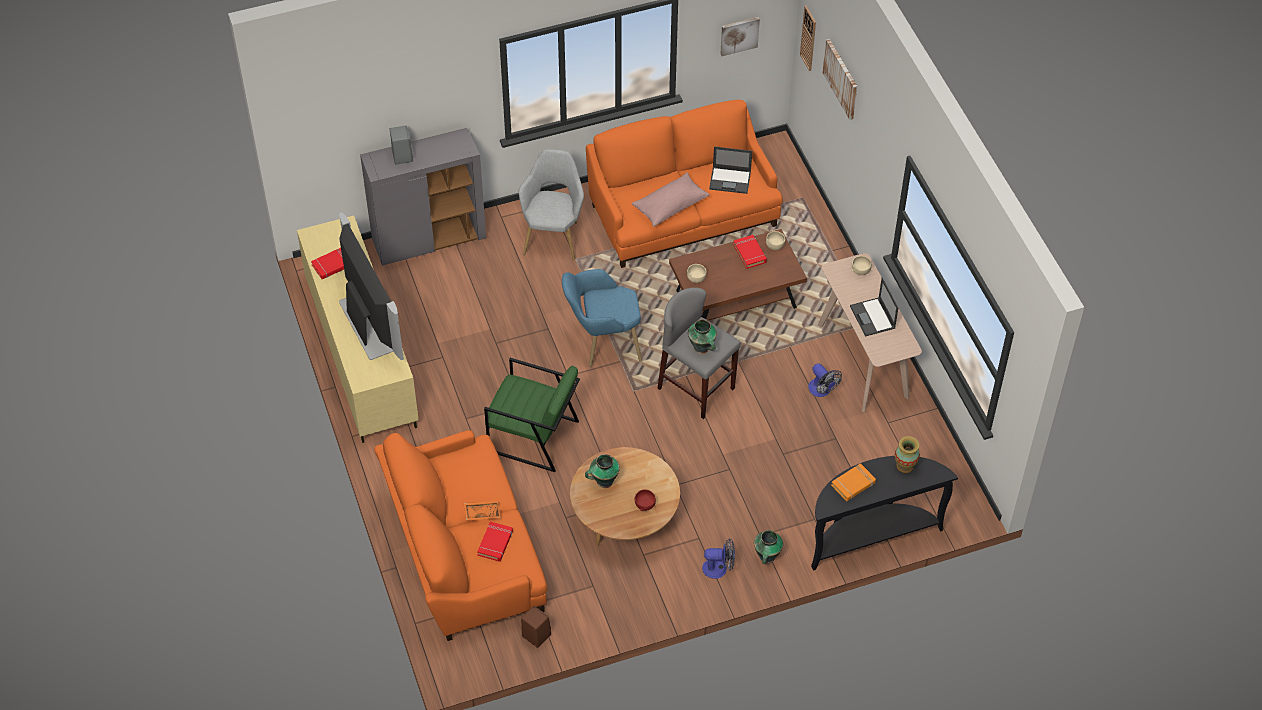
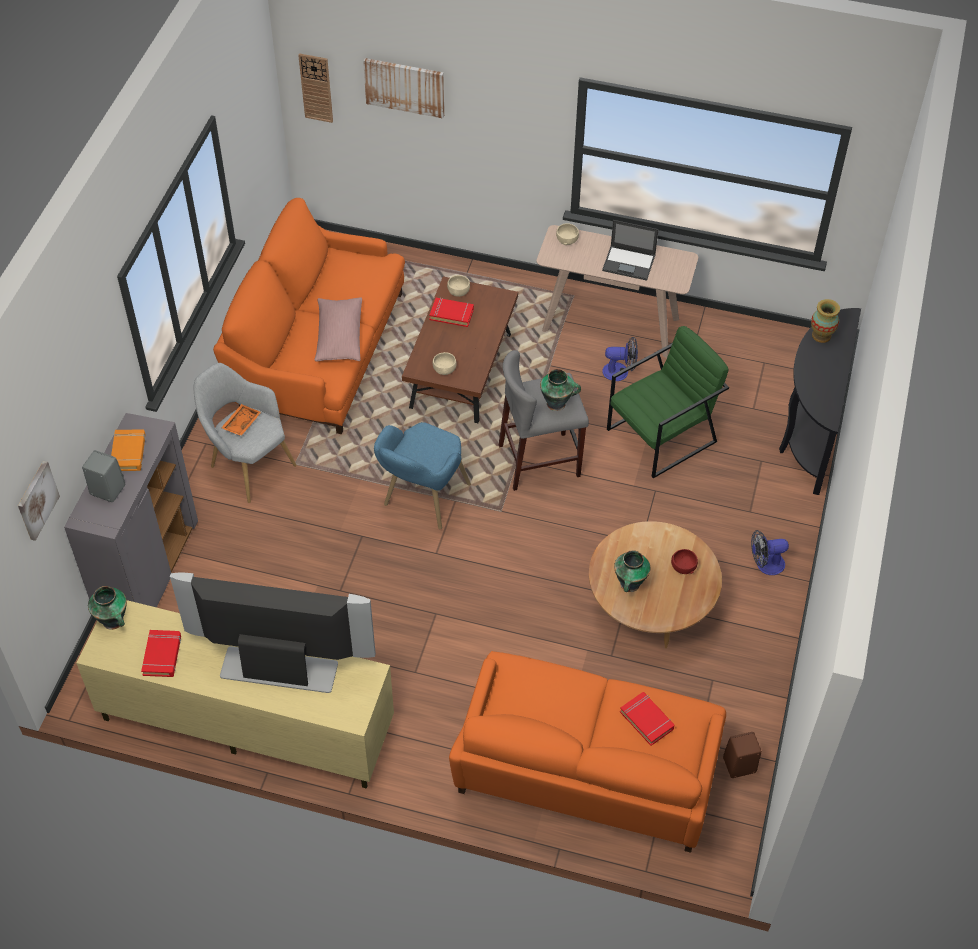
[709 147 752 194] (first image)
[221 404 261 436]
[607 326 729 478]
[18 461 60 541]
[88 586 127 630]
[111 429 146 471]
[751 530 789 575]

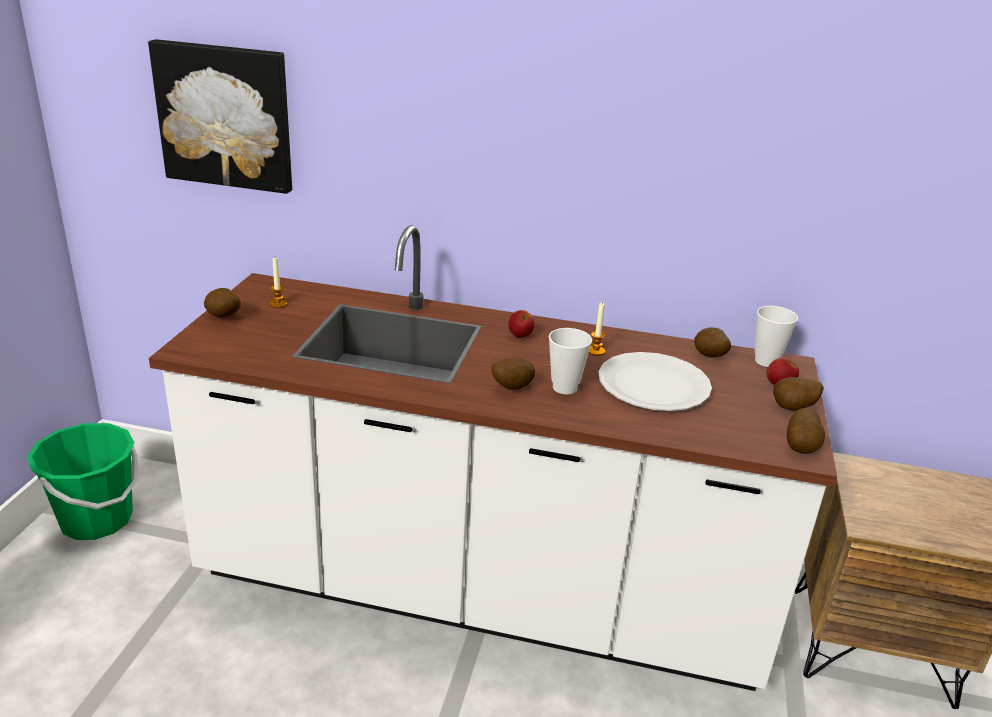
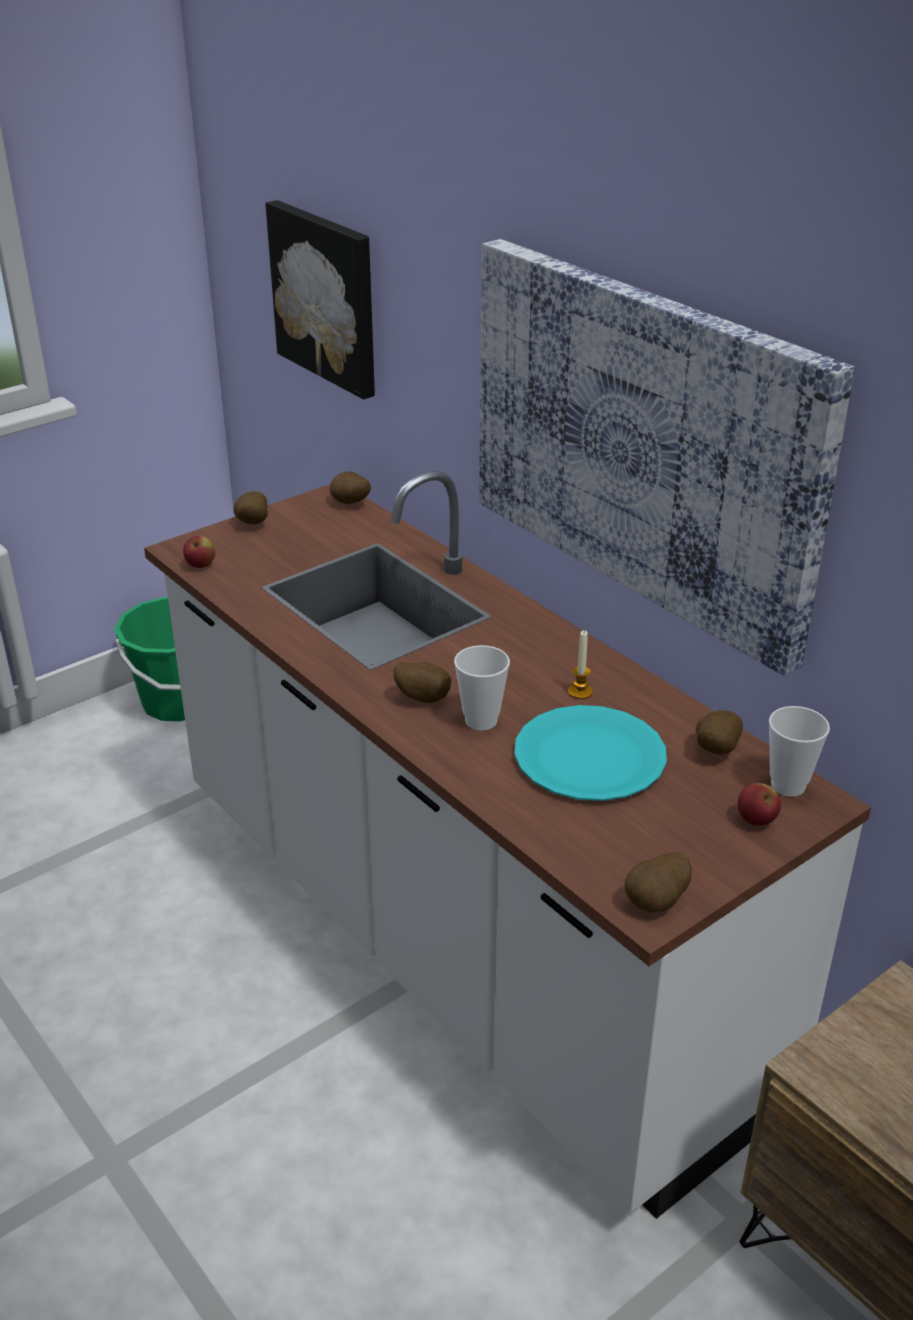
[269 258 287 308] (first image)
[479 239 855 676]
[183 536 216 568]
[330 471 371 504]
[514 705 667 801]

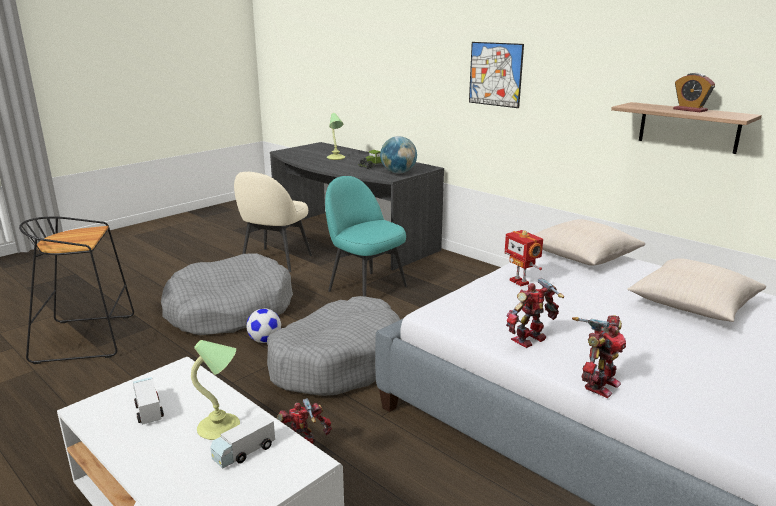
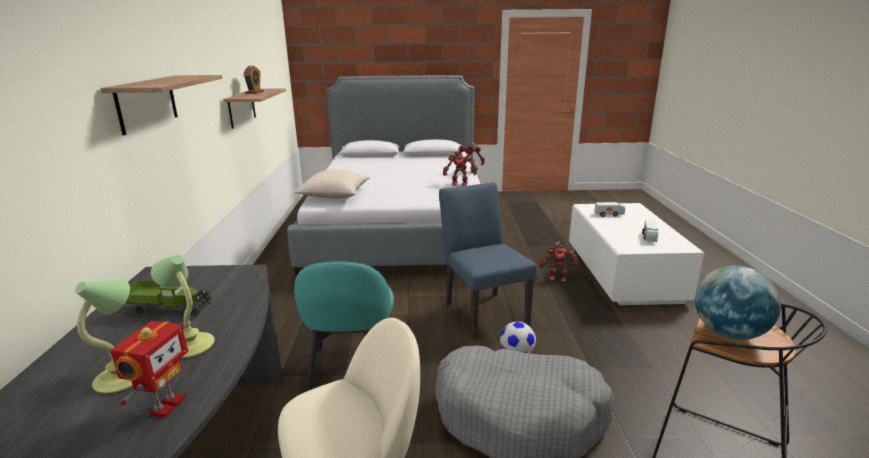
[627 258 766 322] (first image)
[151 255 215 358]
[695 266 781 340]
[110 321 188 418]
[439 182 537 339]
[100 75 222 135]

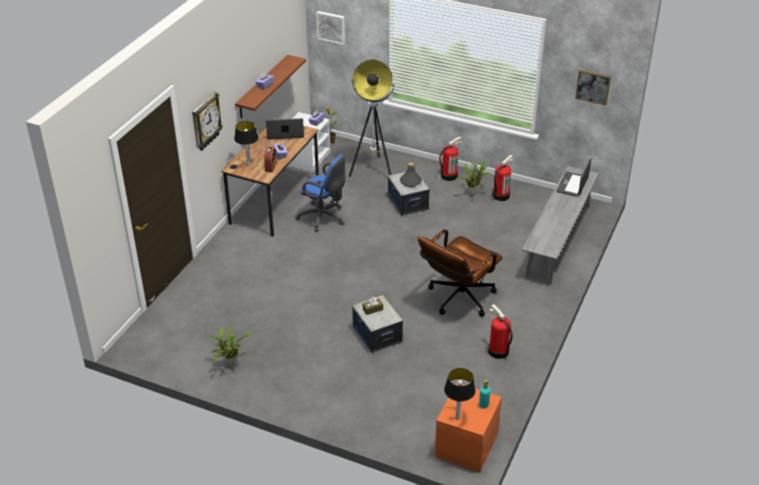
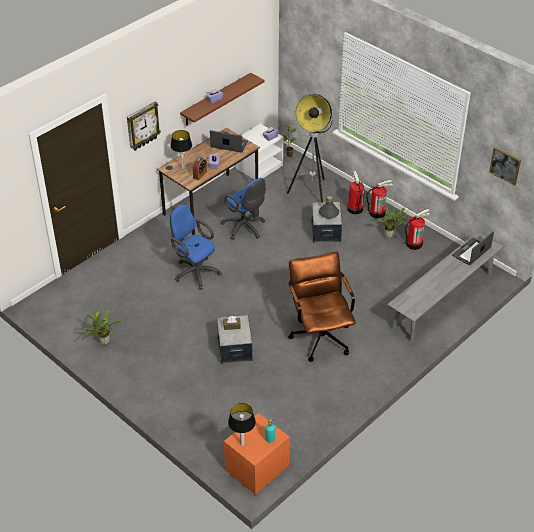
[316 11 345 45] (first image)
[170 204 222 290]
[347 171 364 214]
[288 252 356 362]

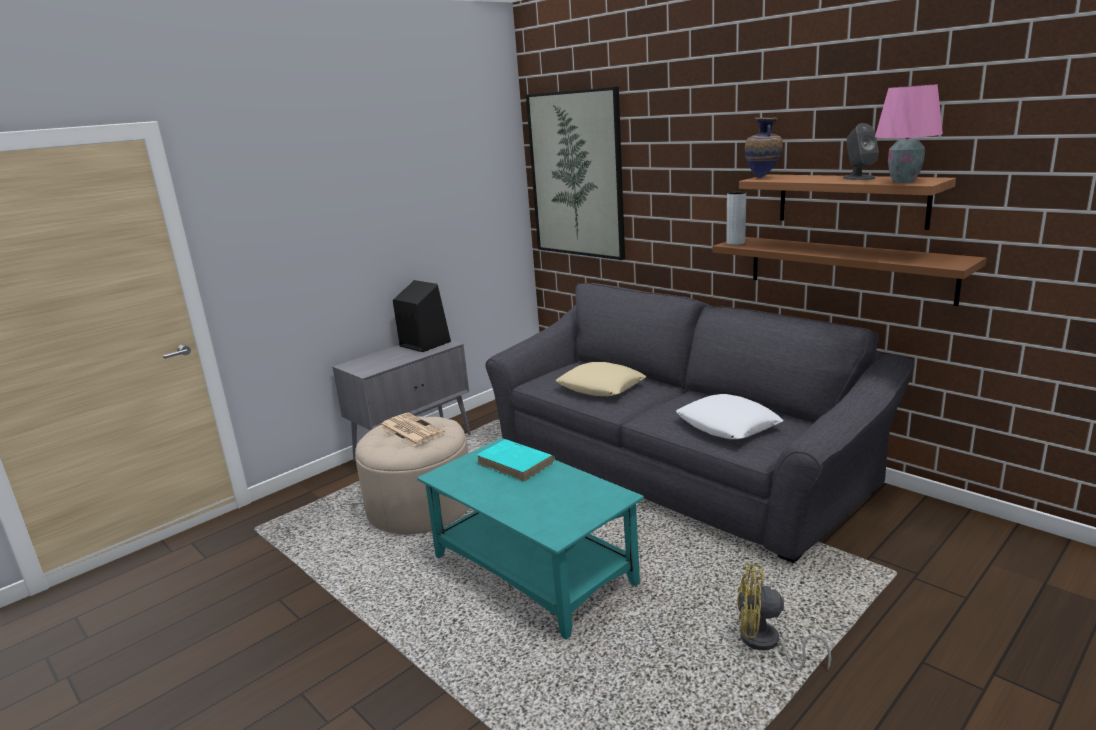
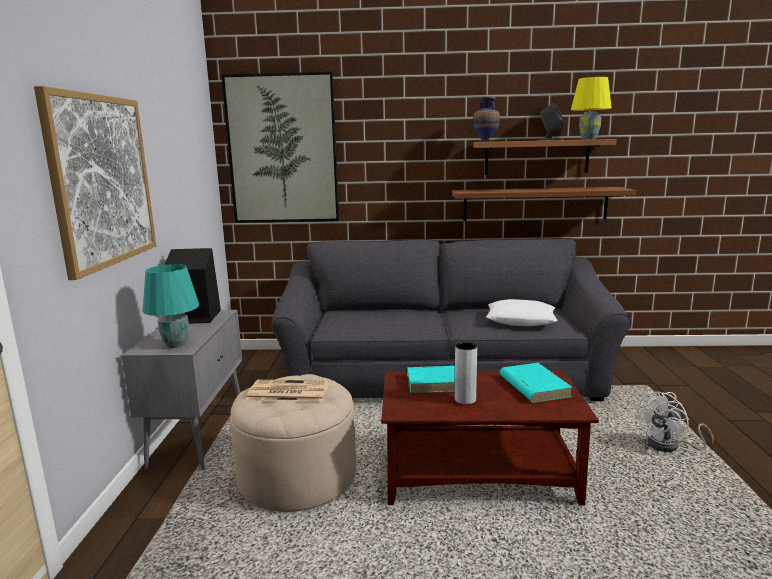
[556 362 646 396] (first image)
[34 86 156 280]
[142 264 199 348]
[500 363 573 403]
[455 342 477 404]
[381 370 599 506]
[635 392 714 452]
[571 77 612 139]

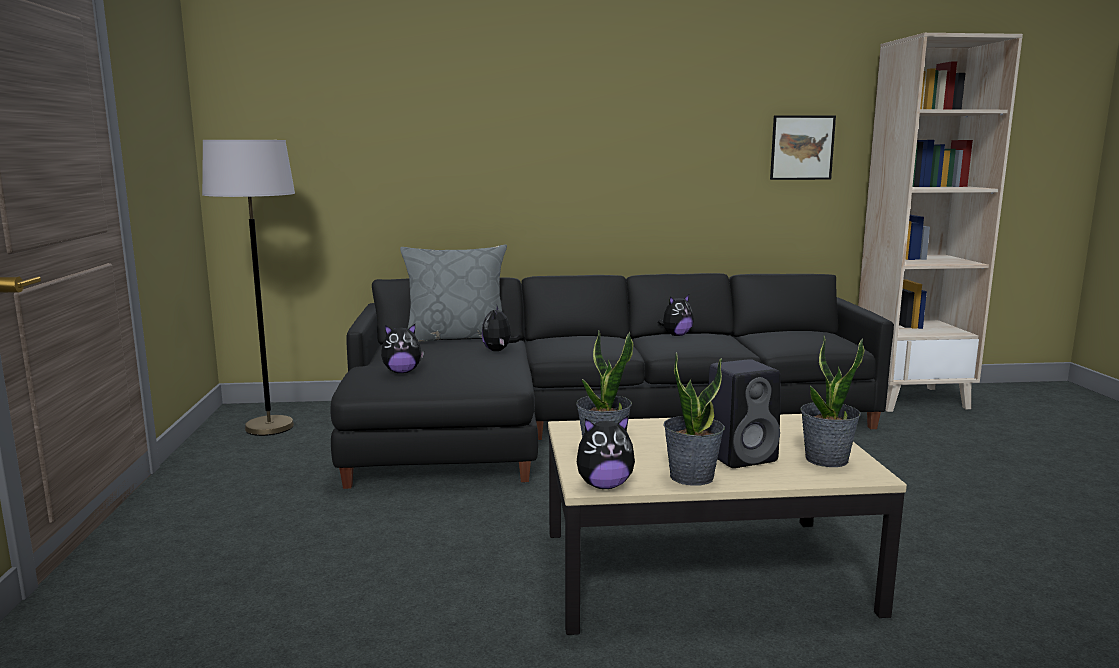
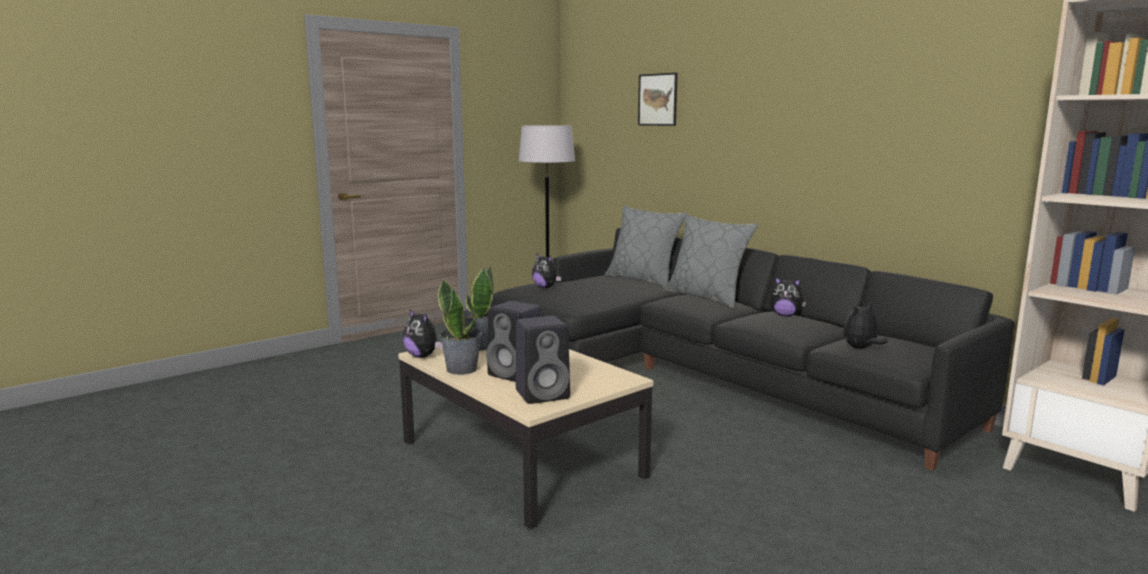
[664 214 758 309]
[843 302 888 349]
[638 73 678 126]
[516 316 570 404]

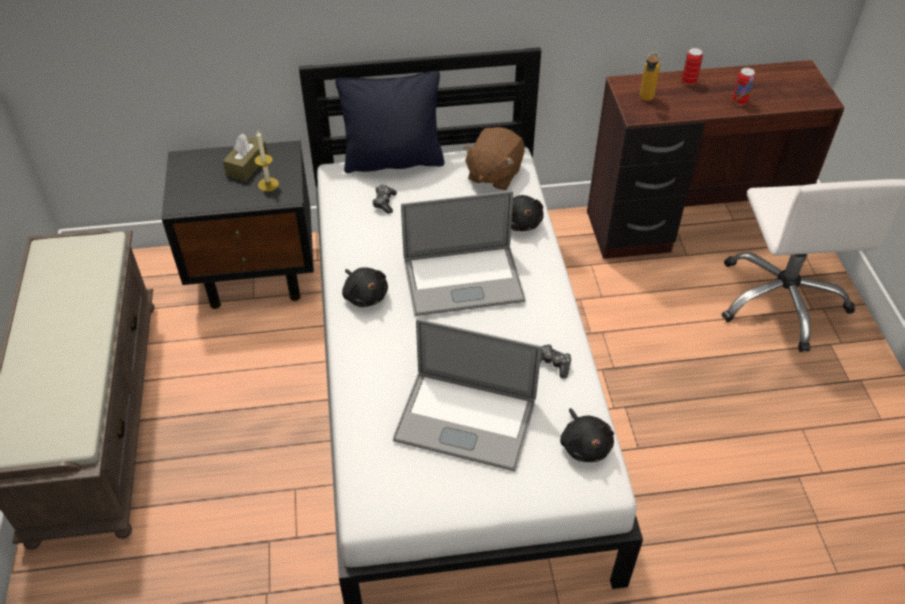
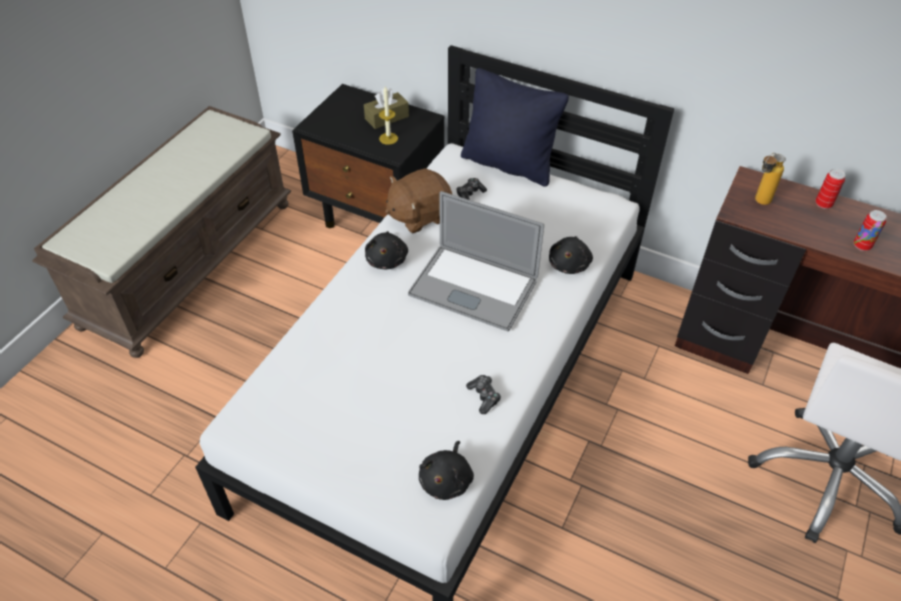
[393 319 542 471] (first image)
[385 168 453 233]

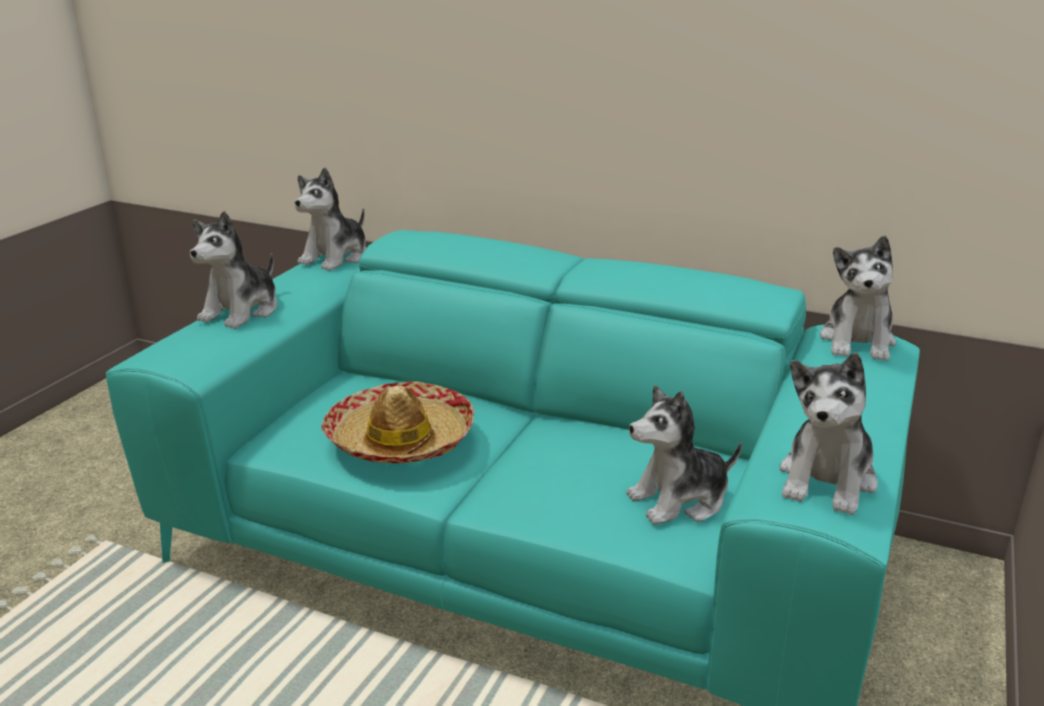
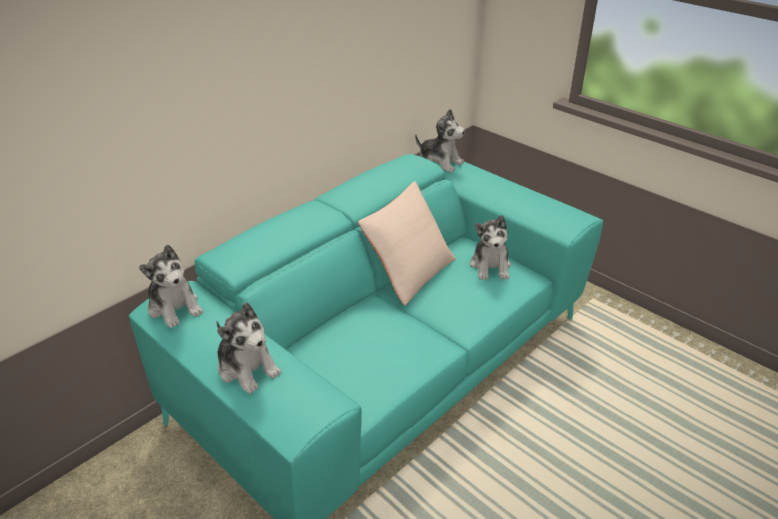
[321 382 474 464] (first image)
[779 352 878 515] (first image)
[358 181 456 306]

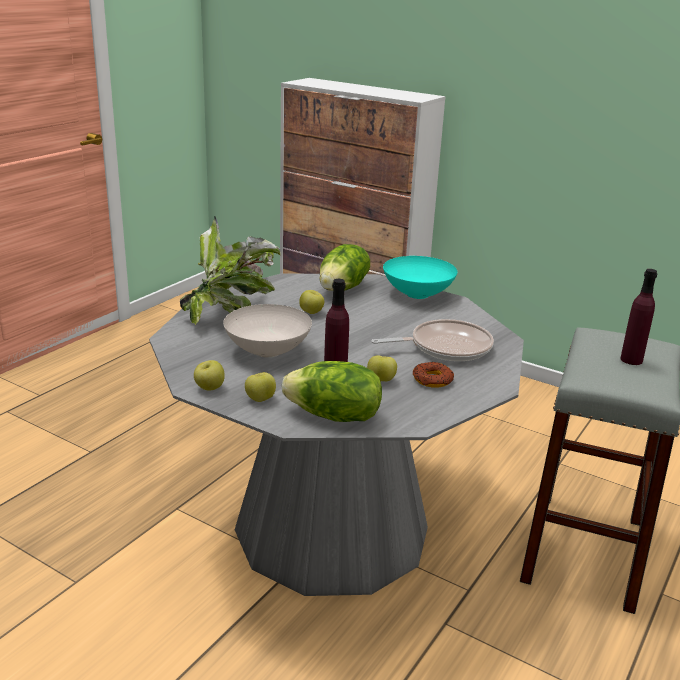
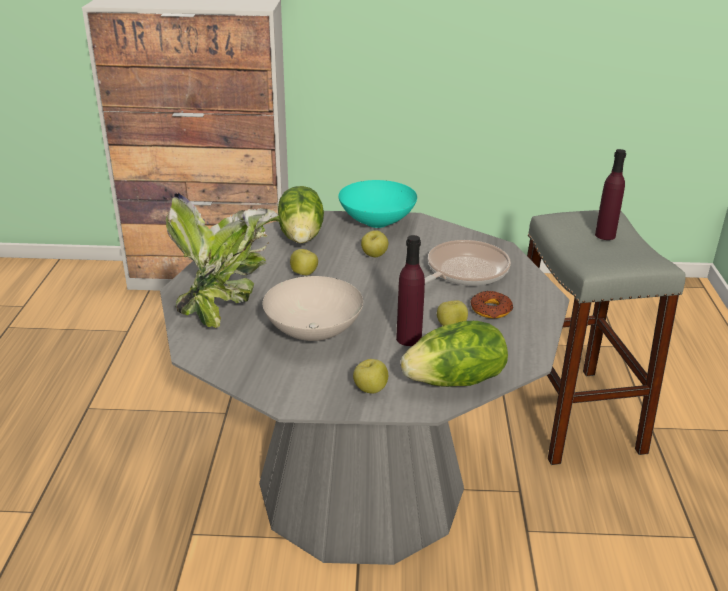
[361 230 388 257]

